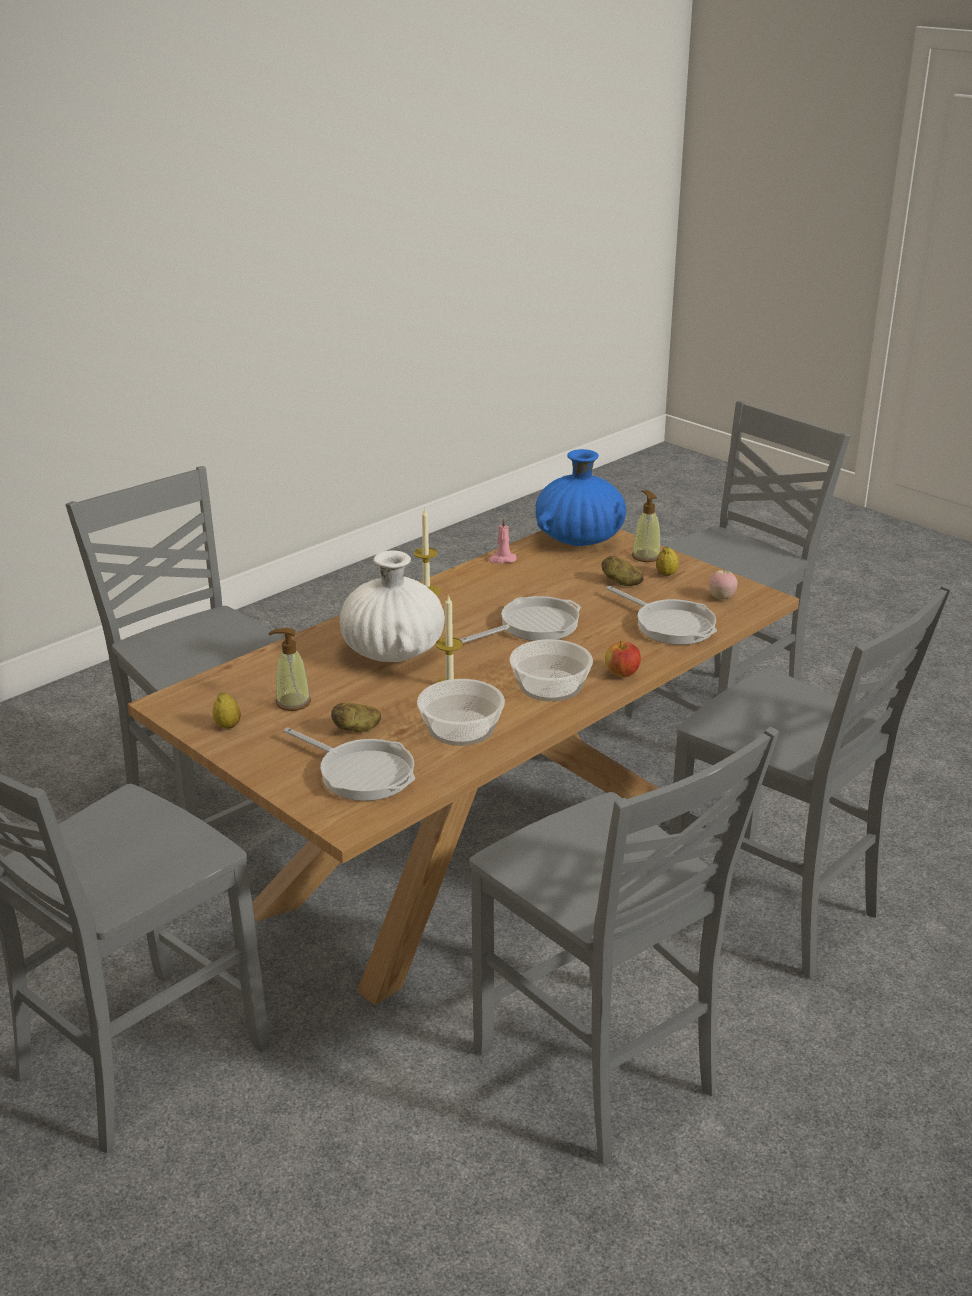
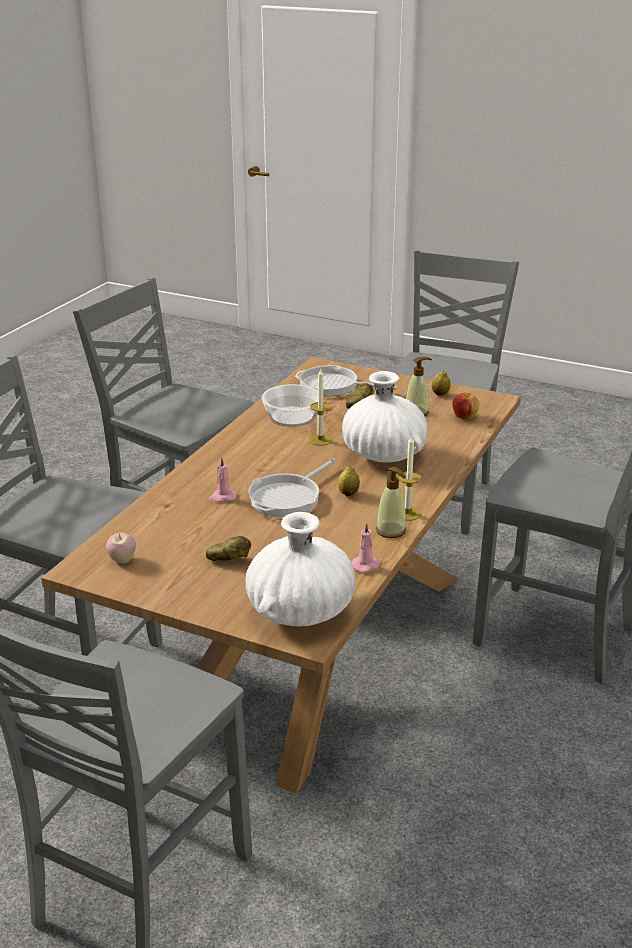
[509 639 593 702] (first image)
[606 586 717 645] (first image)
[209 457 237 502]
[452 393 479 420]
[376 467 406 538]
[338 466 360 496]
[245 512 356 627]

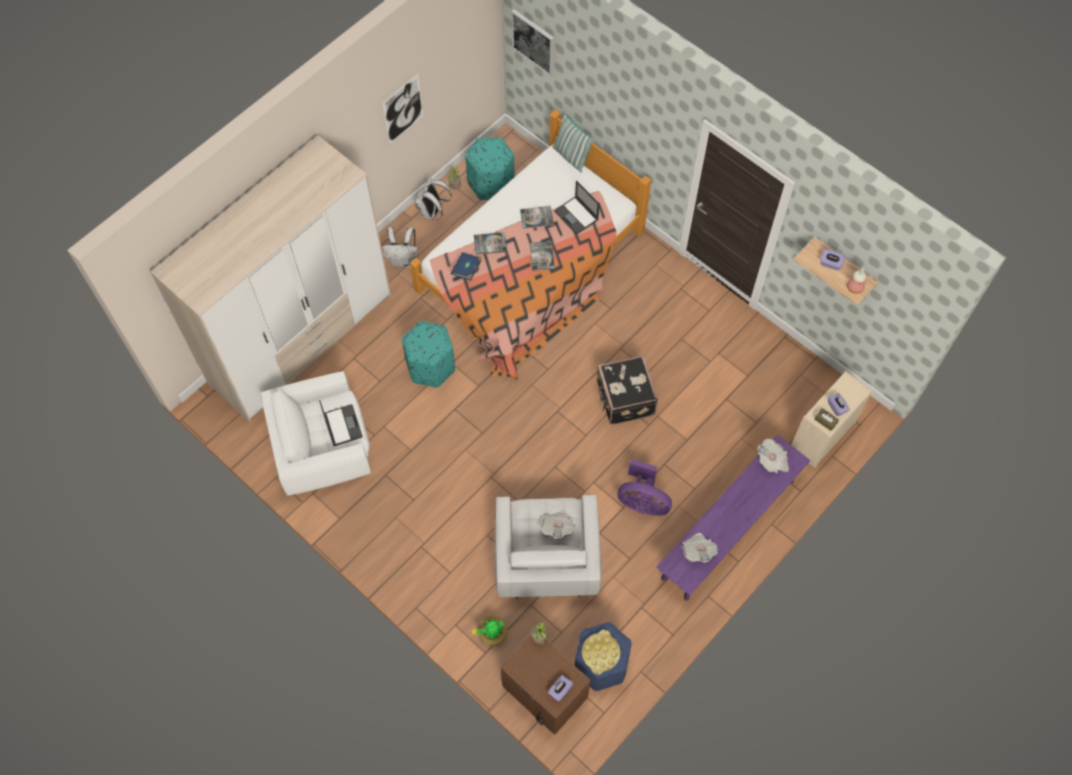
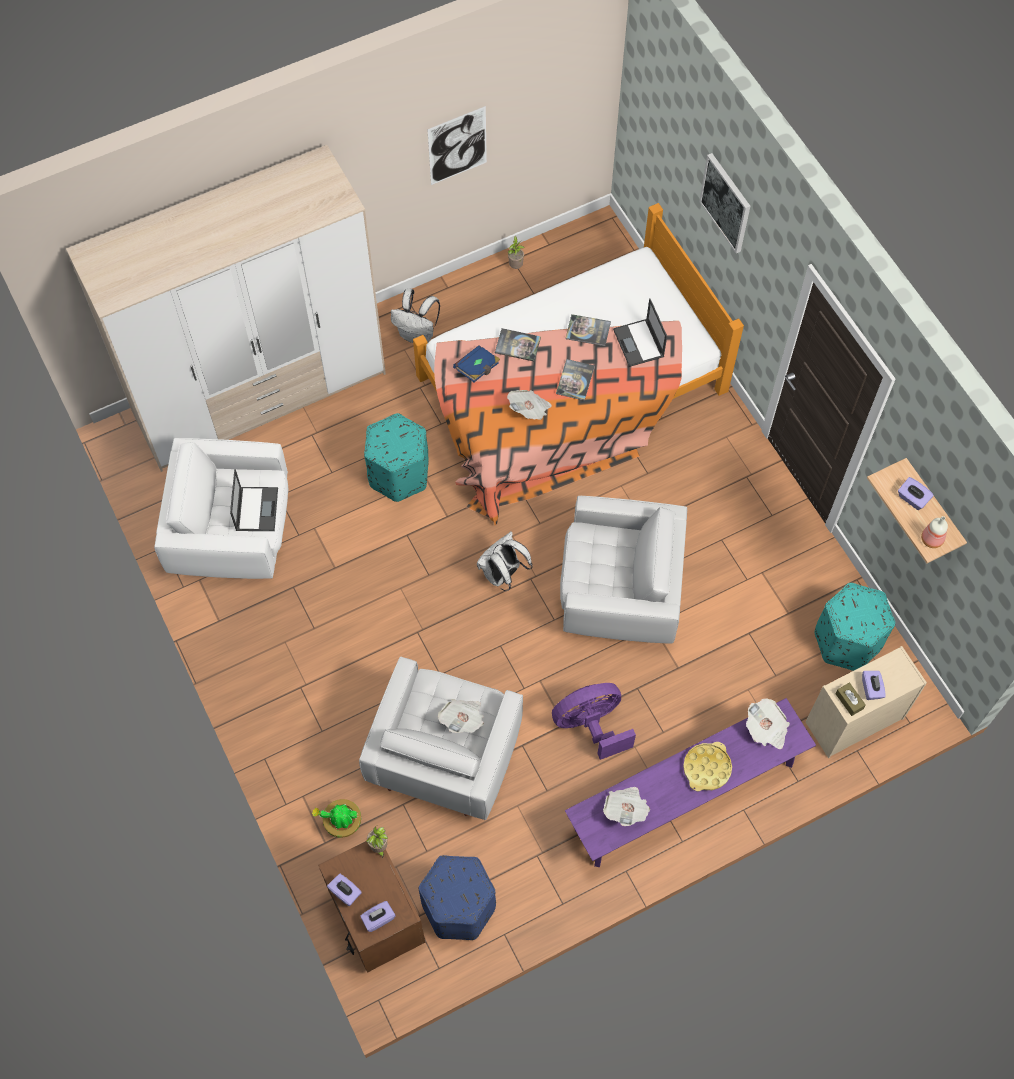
[552 113 594 173] (first image)
[327 874 362 906]
[507 390 552 420]
[477 531 532 591]
[815 583 895 671]
[699 153 750 253]
[683 742 732 791]
[560 496 687 644]
[552 683 636 760]

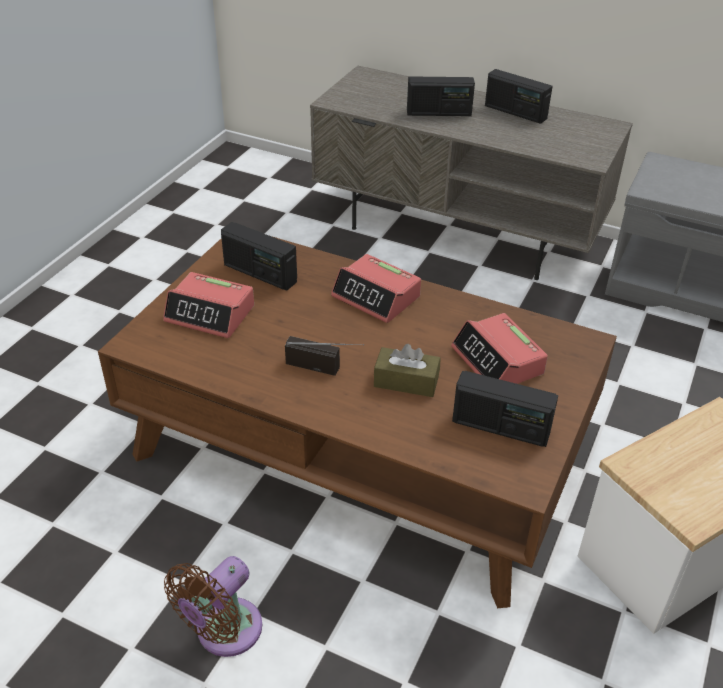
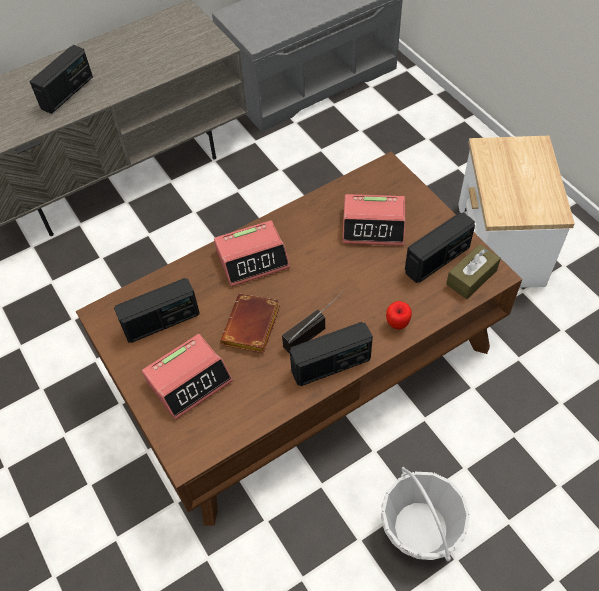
[220 294 280 353]
[386 301 412 329]
[446 244 501 299]
[290 322 373 386]
[381 467 470 561]

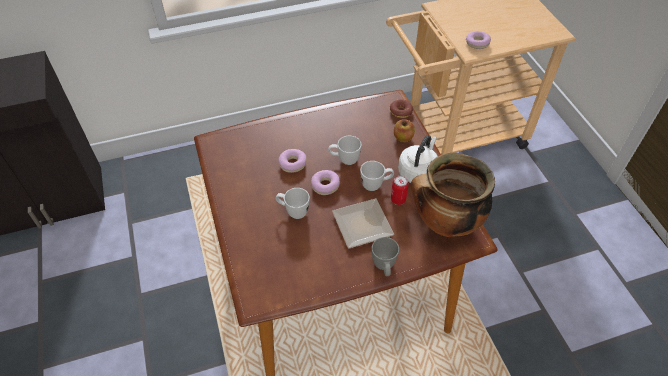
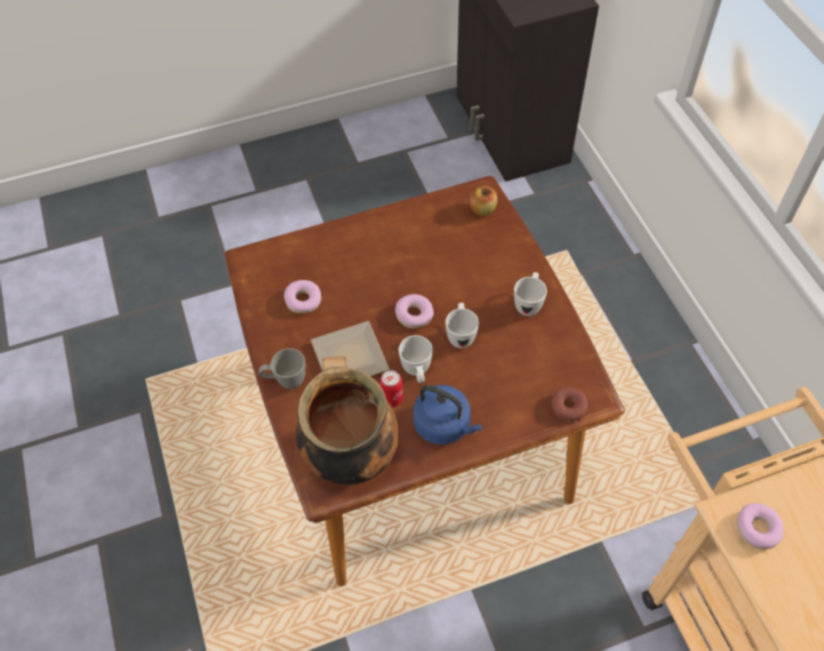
[514 272 547 316]
[284 280 321 313]
[470 186 497 216]
[413 385 482 445]

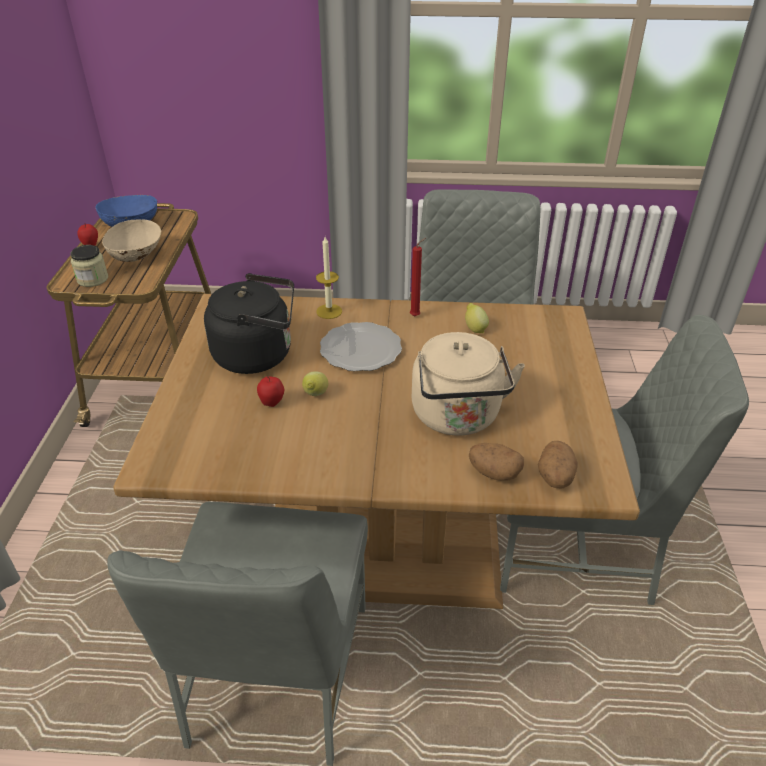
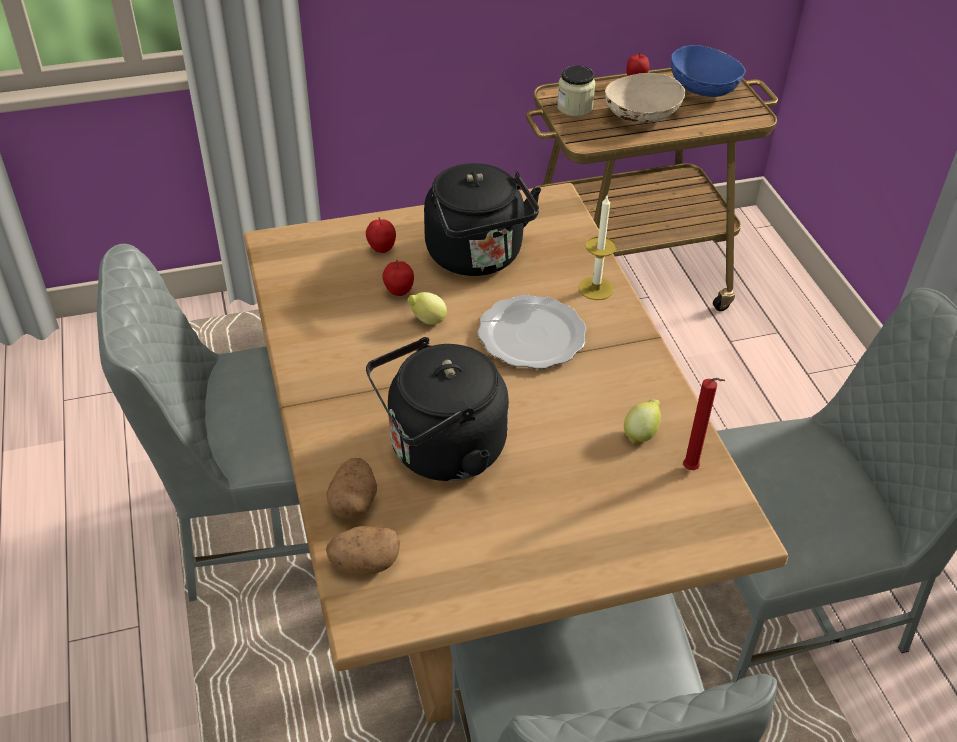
[366 217 396 253]
[683 378 725 470]
[366 337 509 481]

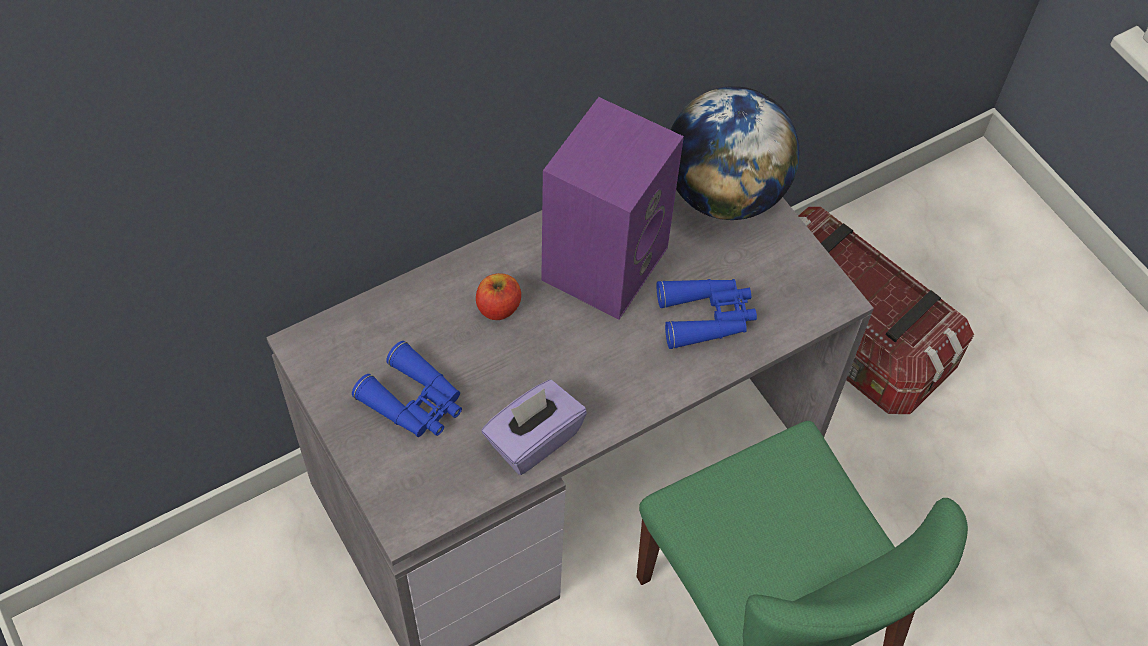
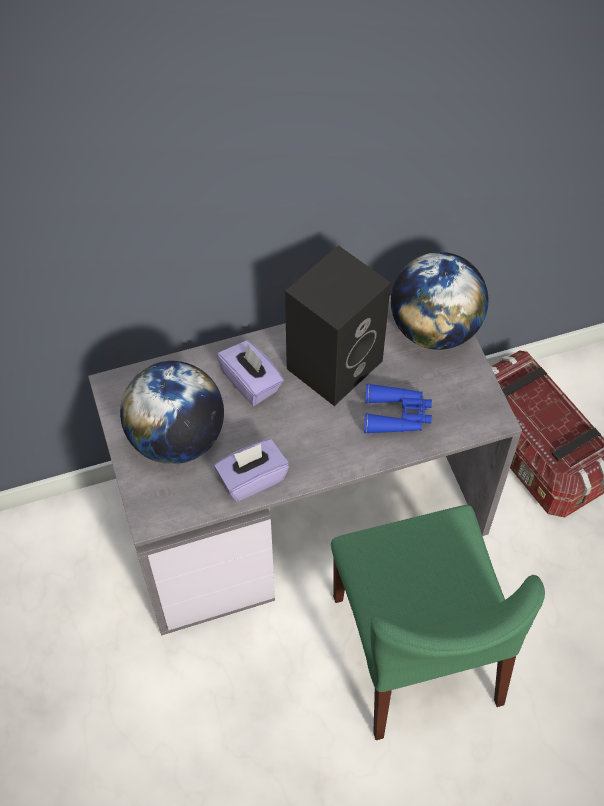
[120 361 224 464]
[217 340 284 406]
[285 245 391 406]

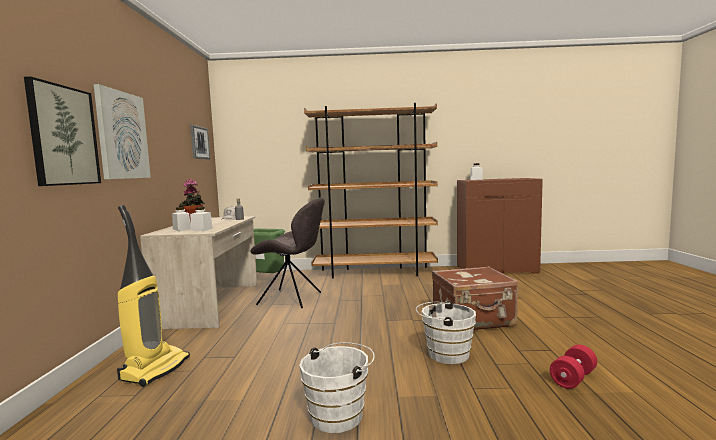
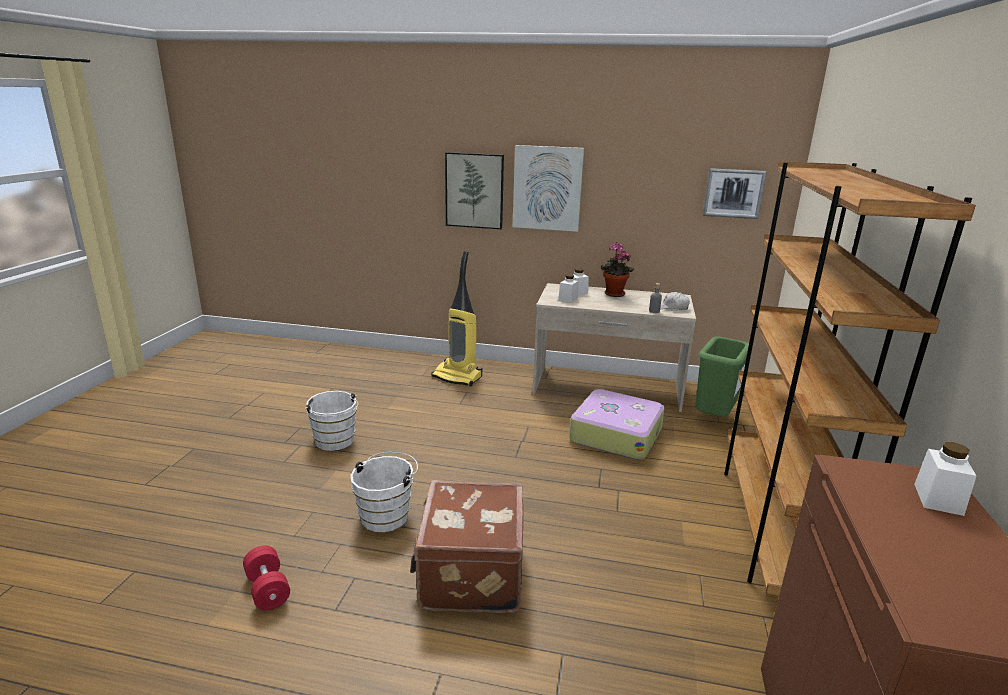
[569 389 665 460]

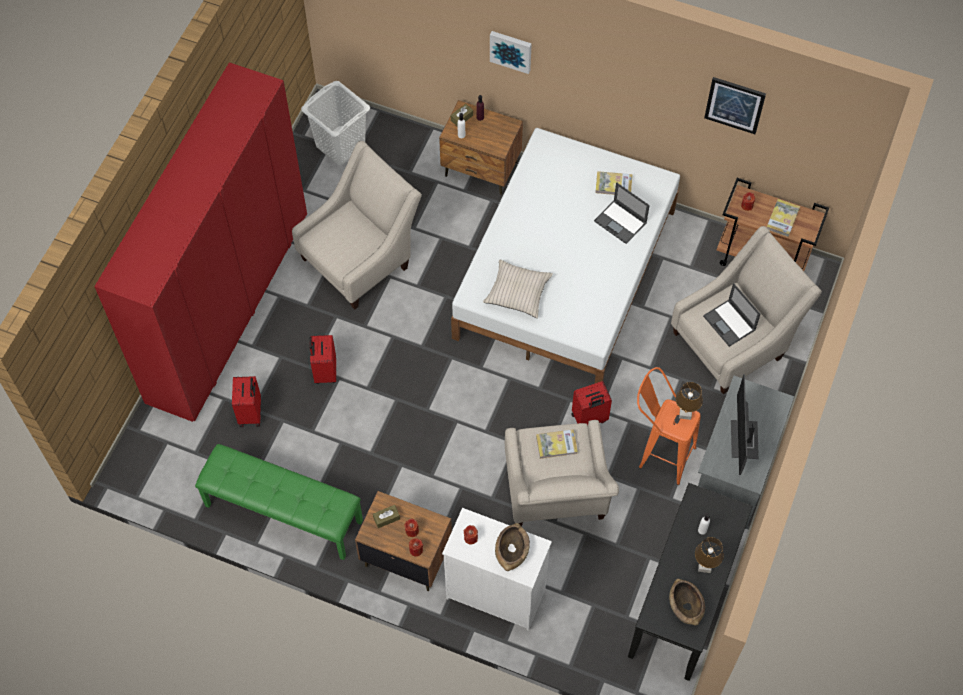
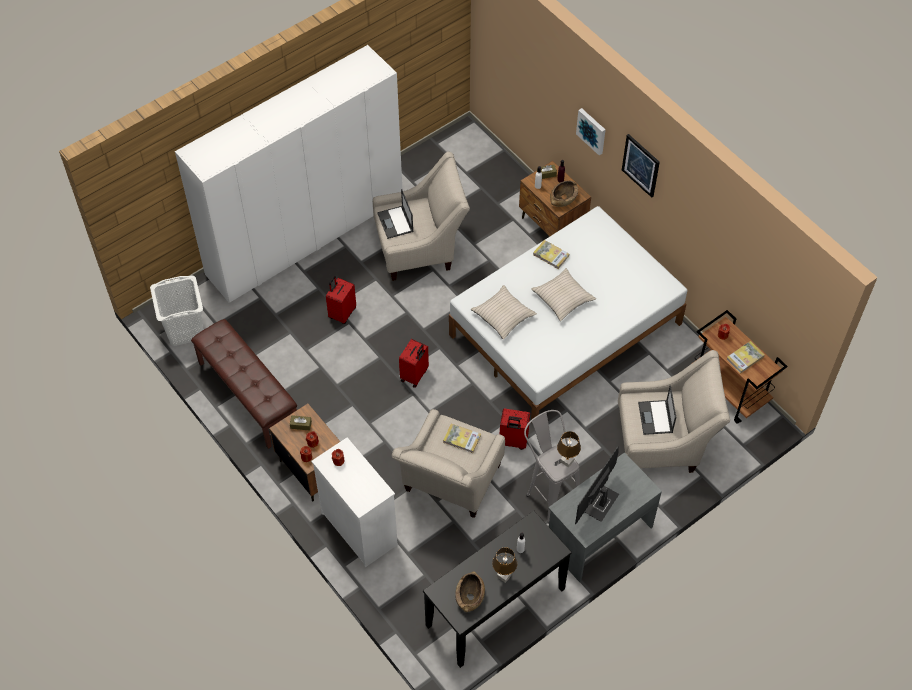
[531 268 596 321]
[399 339 429 388]
[150 275 204 346]
[550 181 578 207]
[377 189 414 239]
[533 240 569 269]
[622 134 660 198]
[175 45 402 302]
[191 319 297 449]
[524 410 580 523]

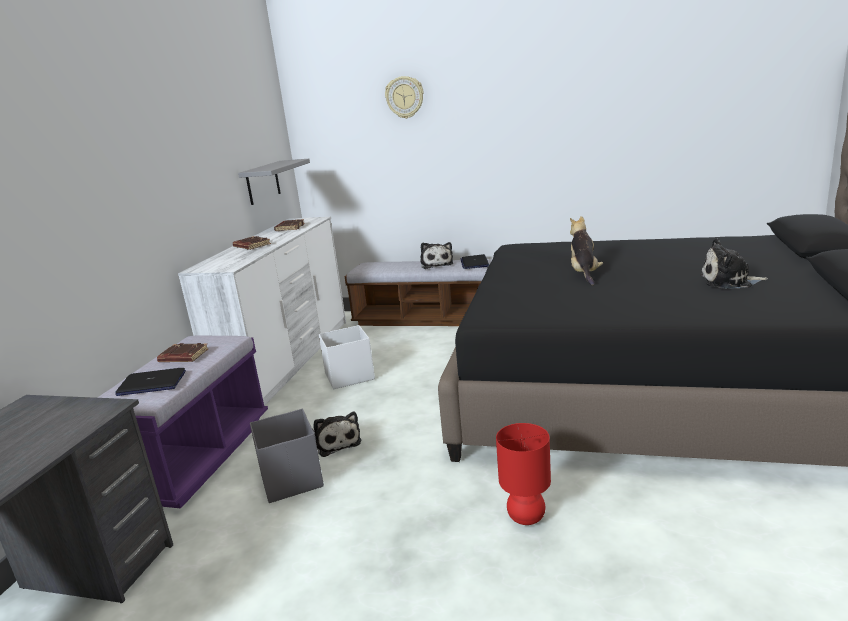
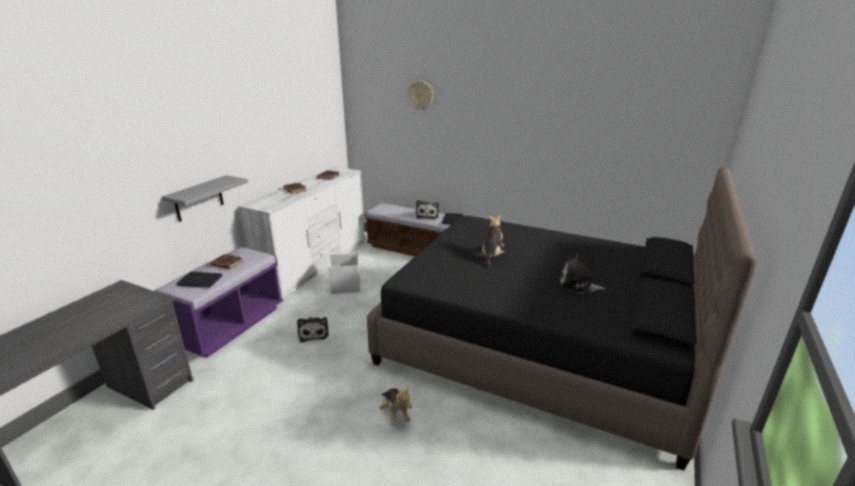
[250 409 324 503] (first image)
[162 175 248 222]
[379 387 412 425]

